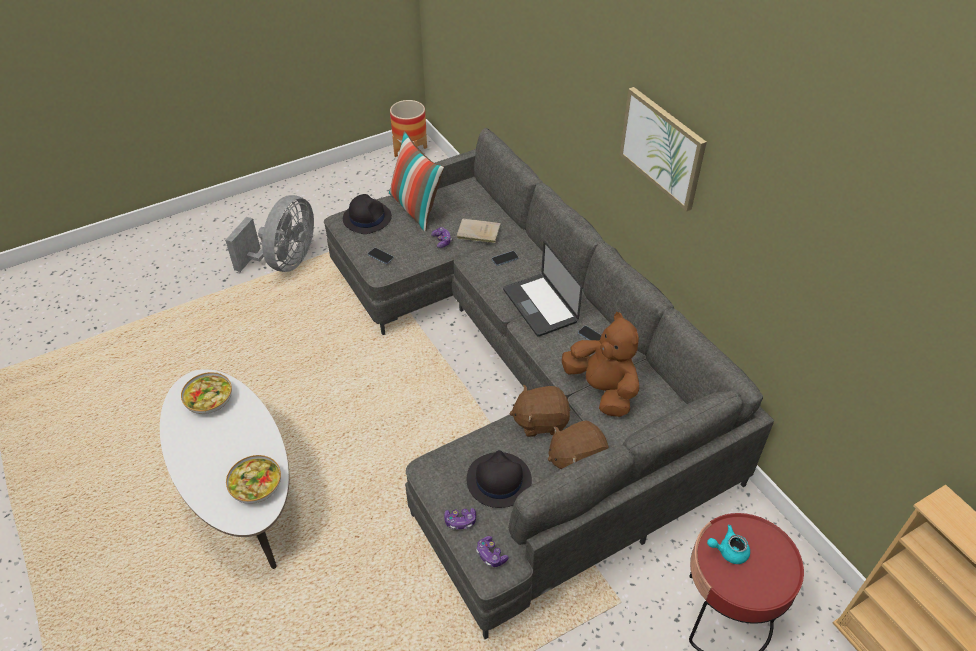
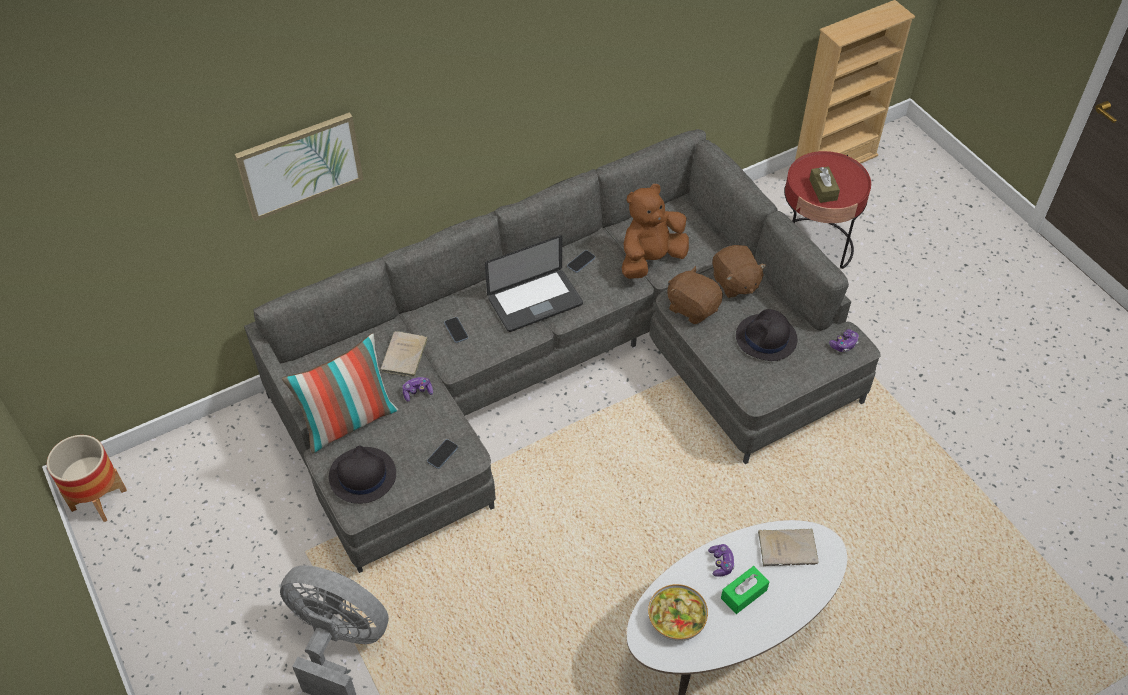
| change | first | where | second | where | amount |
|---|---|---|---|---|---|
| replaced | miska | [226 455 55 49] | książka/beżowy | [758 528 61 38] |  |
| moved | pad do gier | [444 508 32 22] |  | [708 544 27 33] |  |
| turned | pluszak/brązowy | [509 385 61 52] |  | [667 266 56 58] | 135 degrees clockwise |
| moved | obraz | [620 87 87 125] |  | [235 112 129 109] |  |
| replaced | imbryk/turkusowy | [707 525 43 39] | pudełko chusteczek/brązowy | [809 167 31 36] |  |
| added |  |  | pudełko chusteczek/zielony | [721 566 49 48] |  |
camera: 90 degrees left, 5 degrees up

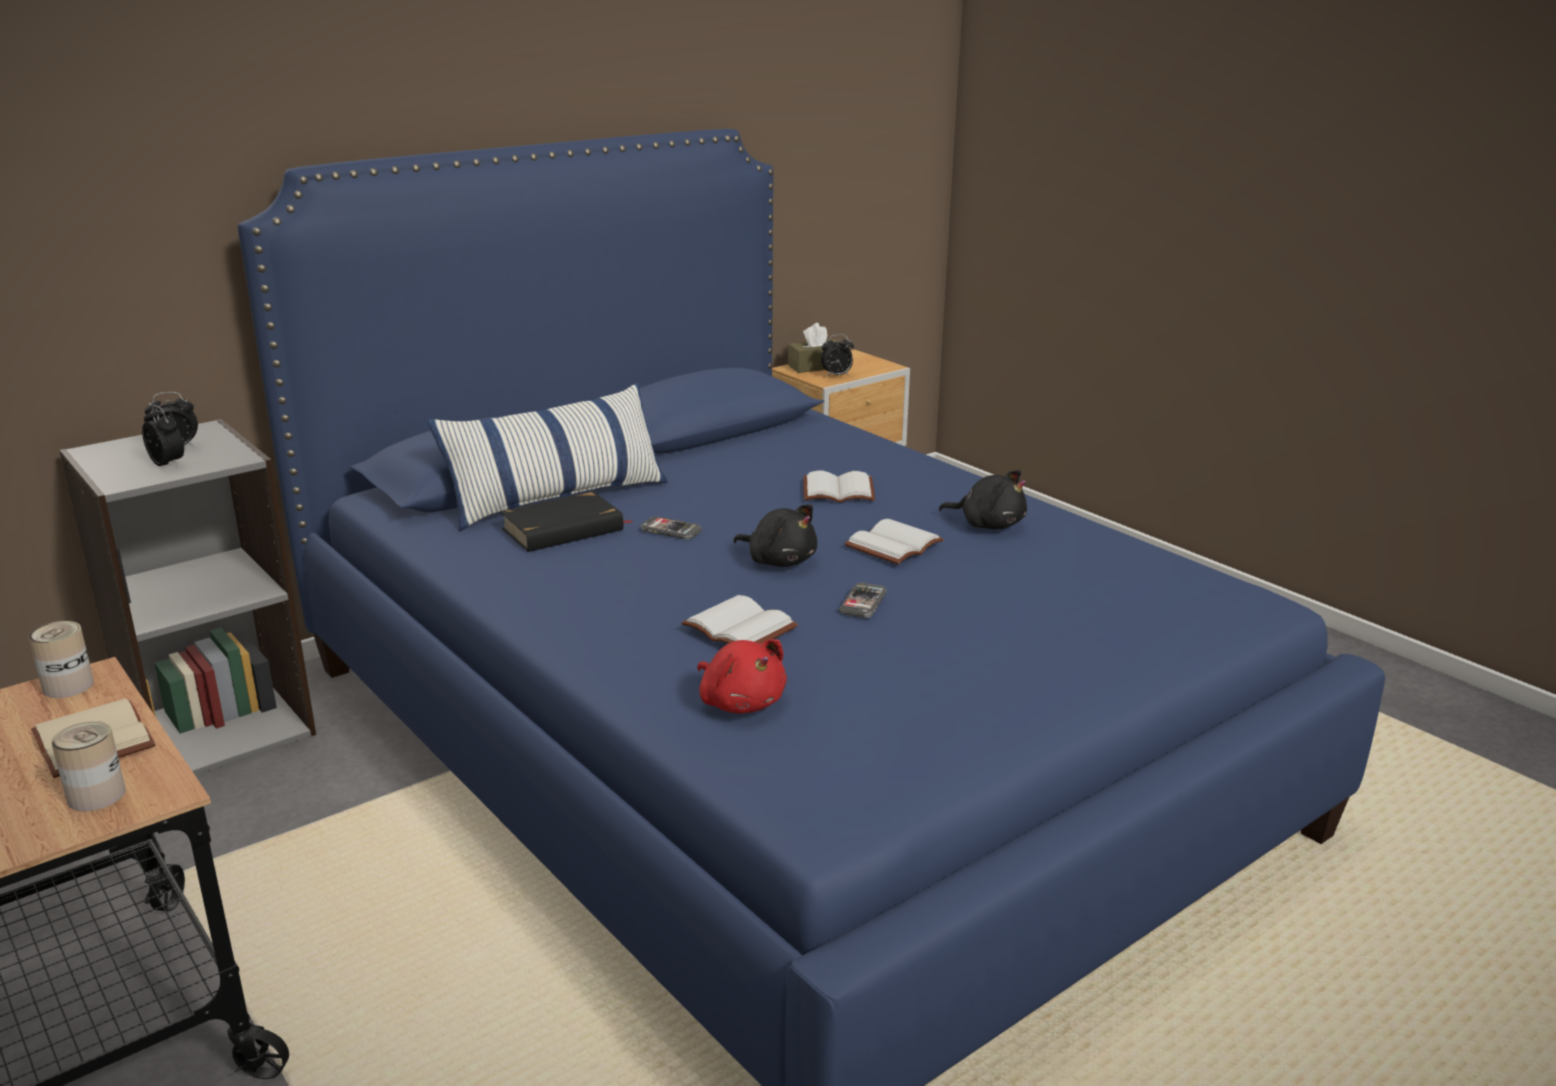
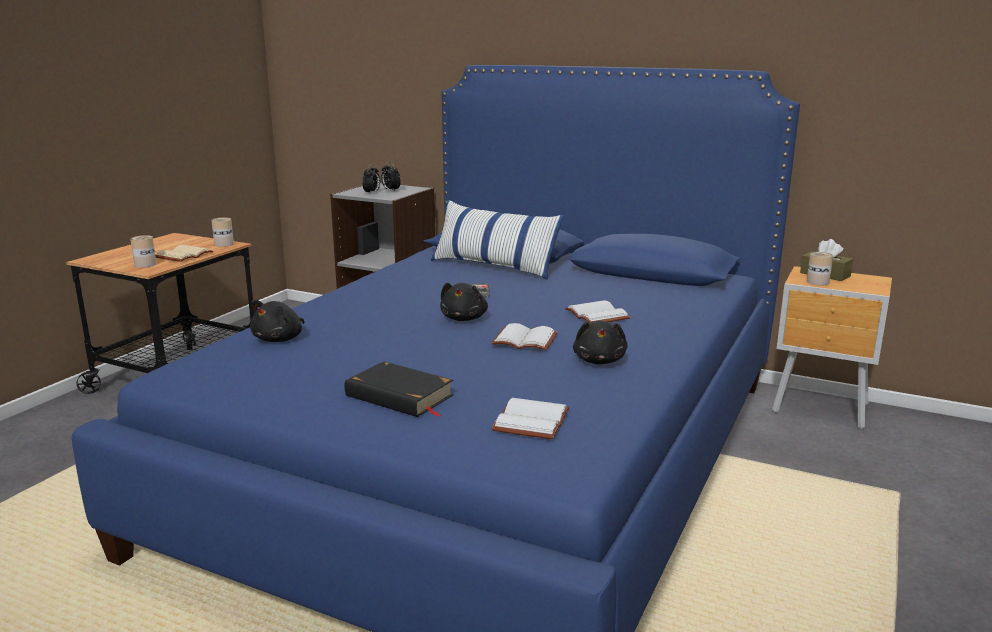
| change | first | where | second | where | amount |
|---|---|---|---|---|---|
| moved | książka/czarny | [500 491 132 61] |  | [345 361 109 56] |  |
| moved | książka/biały | [681 595 117 49] |  | [491 398 78 41] |  |
| recoloured | pluszak/czerwony | [697 639 90 74] | pluszak/czarny | [250 300 54 42] |  |
| replaced | budzik | [821 334 33 43] | puszka | [807 252 26 33] |  |
| removed | telefon | [839 583 48 35] |  |  |  |
camera: 65 degrees right, 5 degrees down

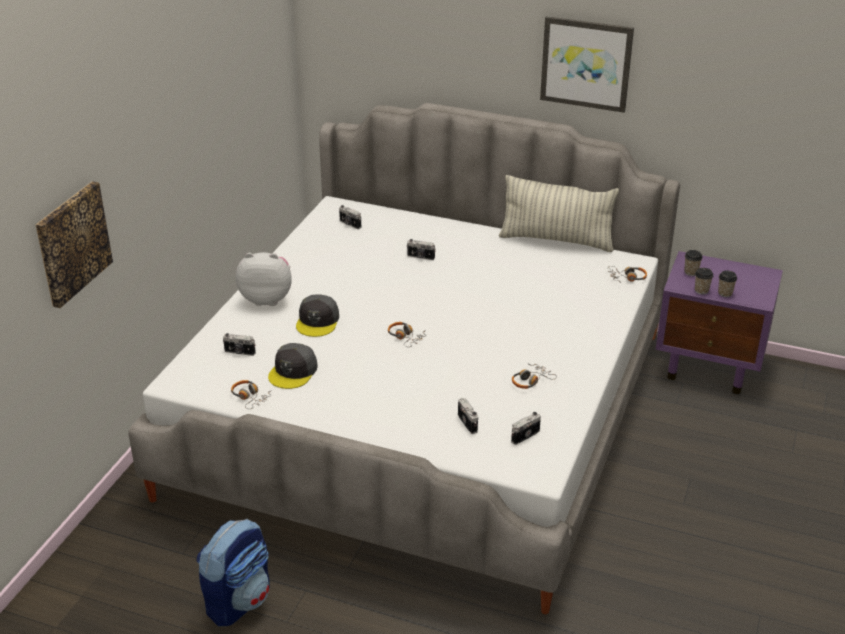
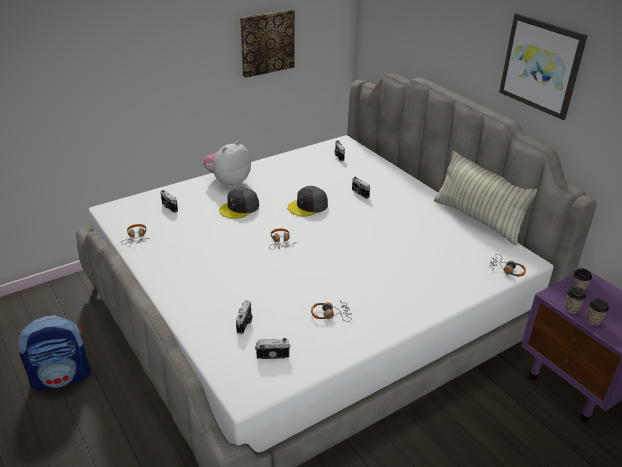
| change | first | where | second | where | amount |
|---|---|---|---|---|---|
| moved | obraz | [36 181 77 127] |  | [240 9 55 69] |  |
| turned | pluszak | [236 252 56 54] |  | [203 141 48 47] | 90 degrees counterclockwise |
| moved | czapka z daszkiem/szary | [268 343 50 46] |  | [287 186 41 30] |  |
camera: 35 degrees right, 0 degrees up

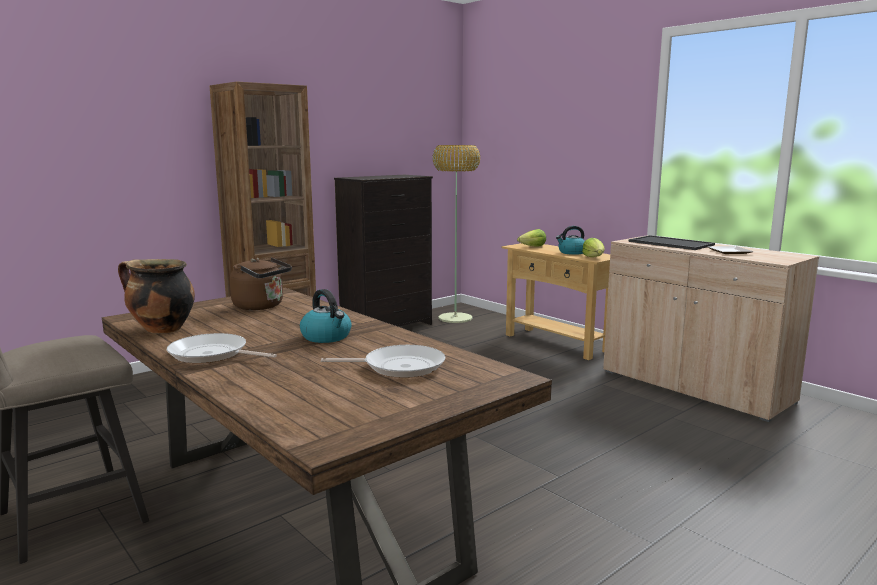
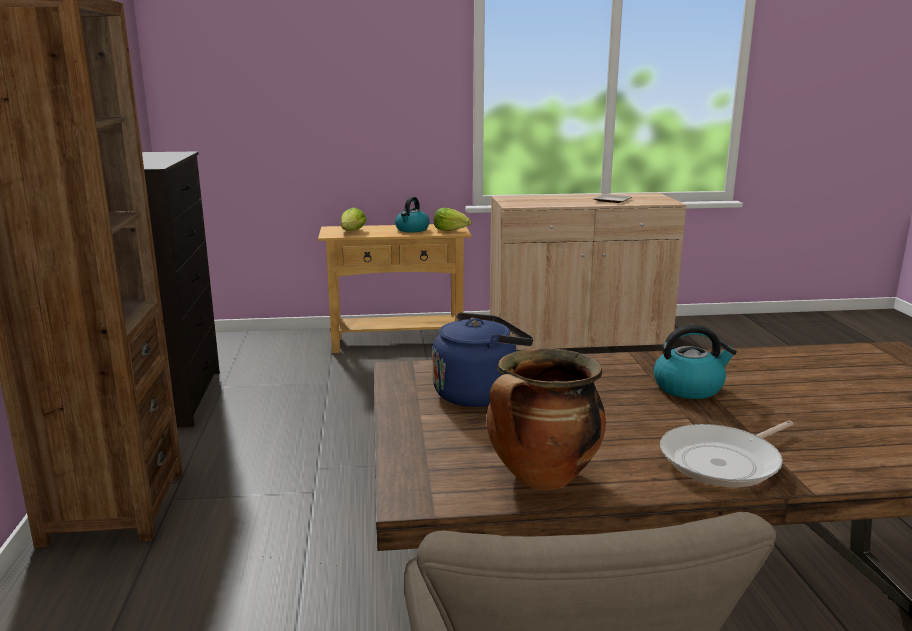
| change | first | where | second | where | amount |
|---|---|---|---|---|---|
| recoloured | czajnik/brązowy | [230 257 62 53] | czajnik/niebieski | [432 313 101 94] |  |
| removed | patelnia | [321 345 124 33] |  |  |  |
| removed | lampa stojąca | [433 145 47 178] |  |  |  |
| removed | taca | [629 235 86 15] |  |  |  |
camera: 55 degrees left, 5 degrees up

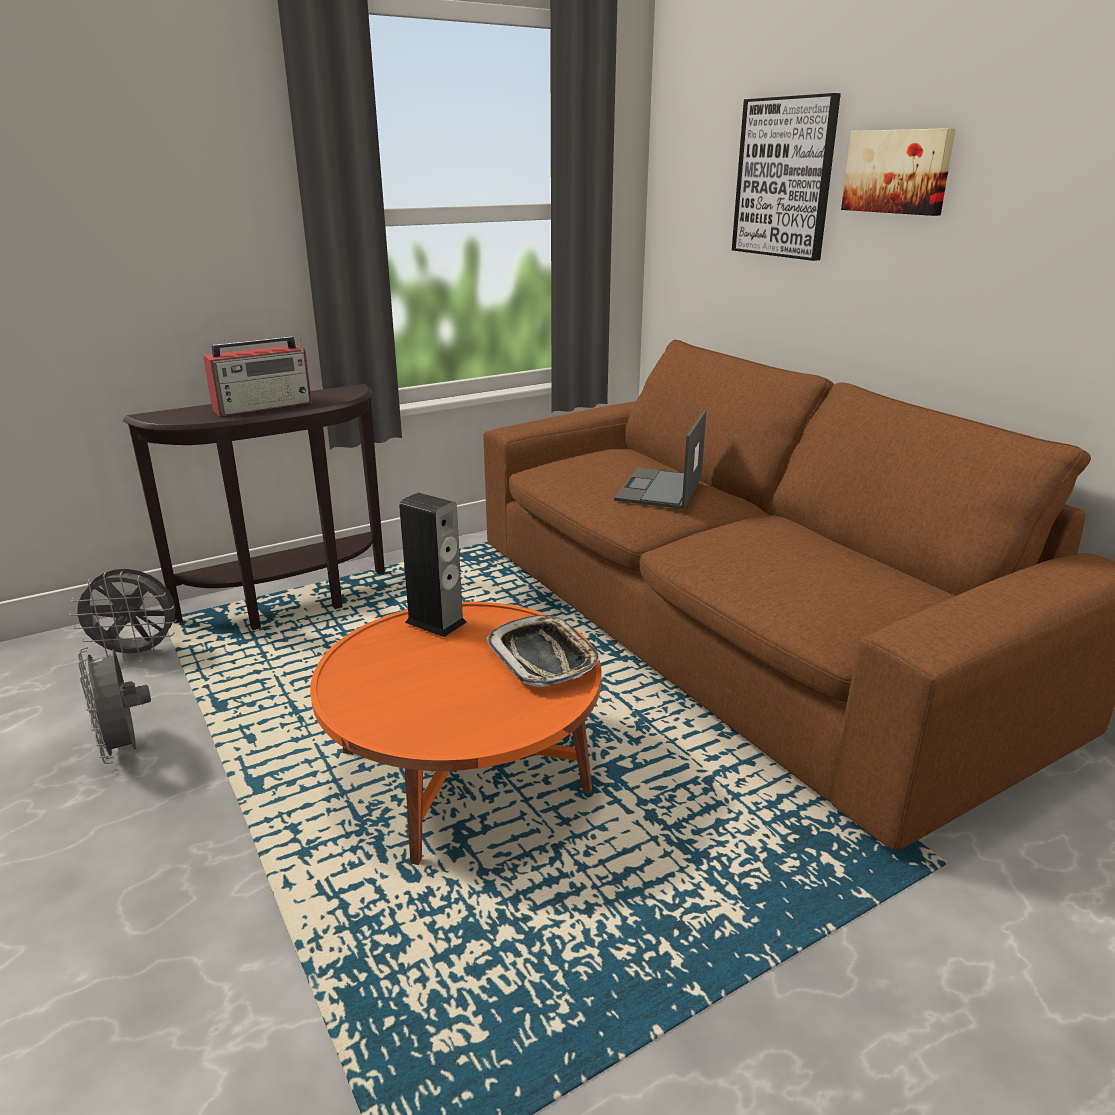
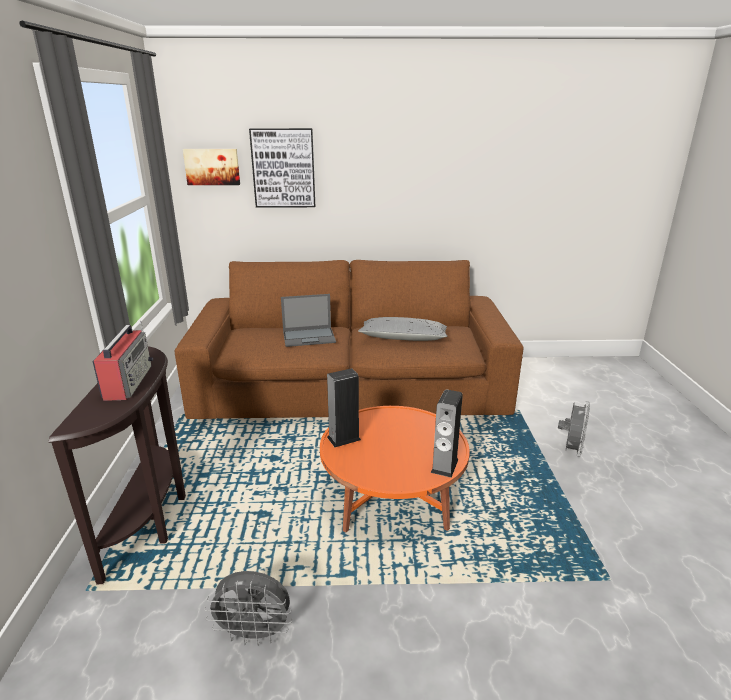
| change | first | where | second | where | amount |
|---|---|---|---|---|---|
| moved | wentylator/szary | [69 569 108 92] |  | [558 401 32 56] |  |
| removed | taca | [486 615 117 72] |  |  |  |
| turned | laptop | [614 410 92 99] |  | [281 294 55 53] | 60 degrees counterclockwise |
| moved | obraz | [841 128 115 88] |  | [183 149 57 36] |  |
| added |  |  | poduszka/szary | [358 317 89 24] |  |
| added |  |  | głośnik | [431 389 32 89] |  |
camera: 60 degrees left, 0 degrees up

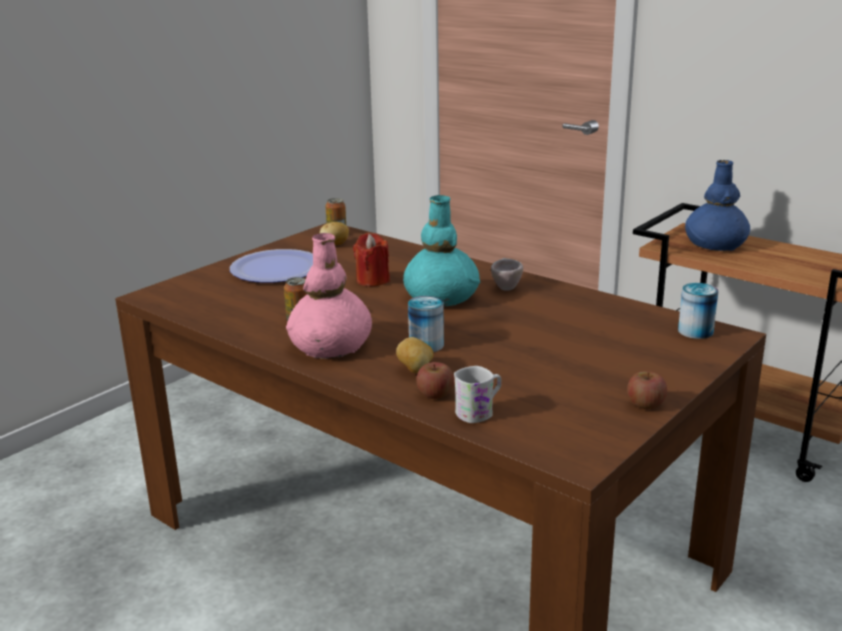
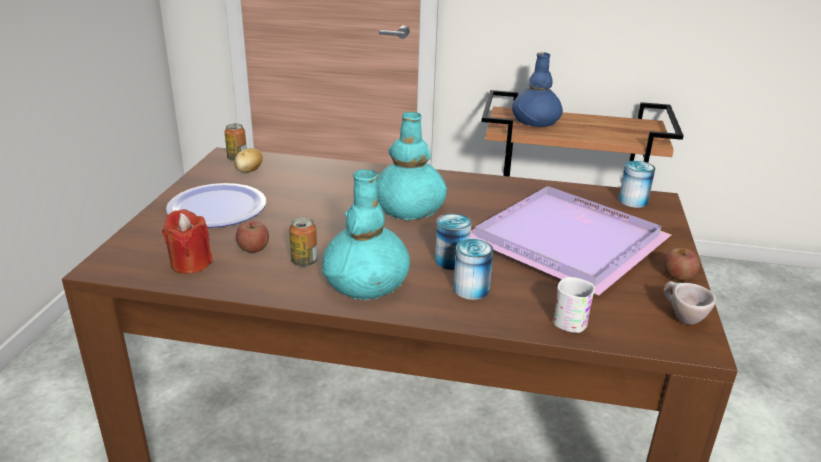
| change | first | where | second | where | amount |
|---|---|---|---|---|---|
| recoloured | wazon/różowy | [286 233 86 126] | wazon/turkusowy | [322 169 88 132] |  |
| moved | świeca/czerwony | [353 233 37 54] |  | [162 209 51 65] |  |
| replaced | ziemniak | [396 337 38 36] | puszka | [453 239 40 61] |  |
| moved | jabłko | [417 362 37 37] |  | [236 221 33 32] |  |
| moved | filiżanka/beżowy | [491 258 32 33] |  | [664 281 52 44] |  |
| added |  |  | taca/fioletowy | [470 186 201 109] |  |
camera: 30 degrees left, 5 degrees up

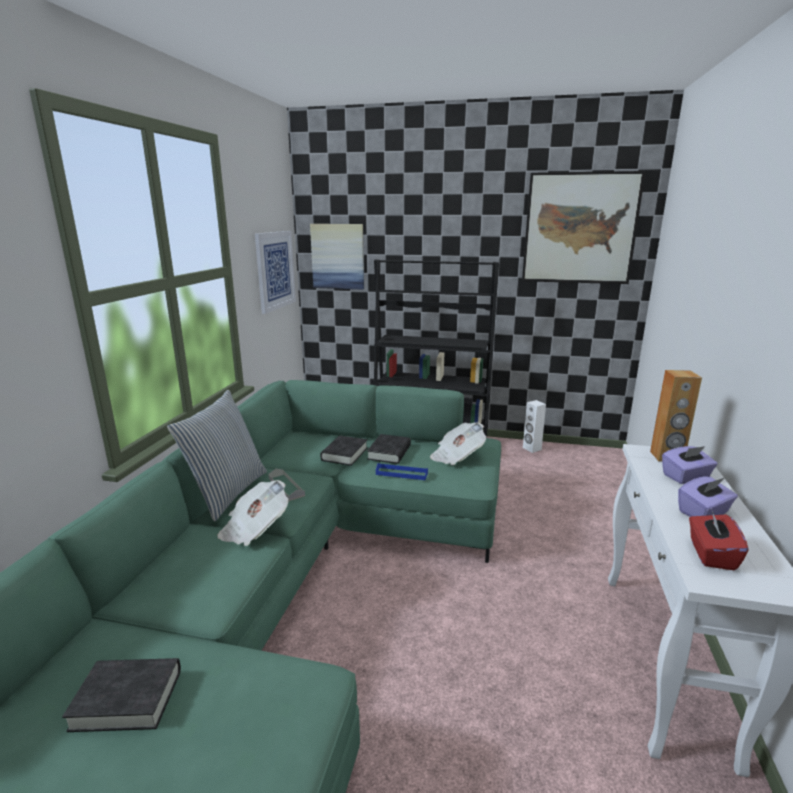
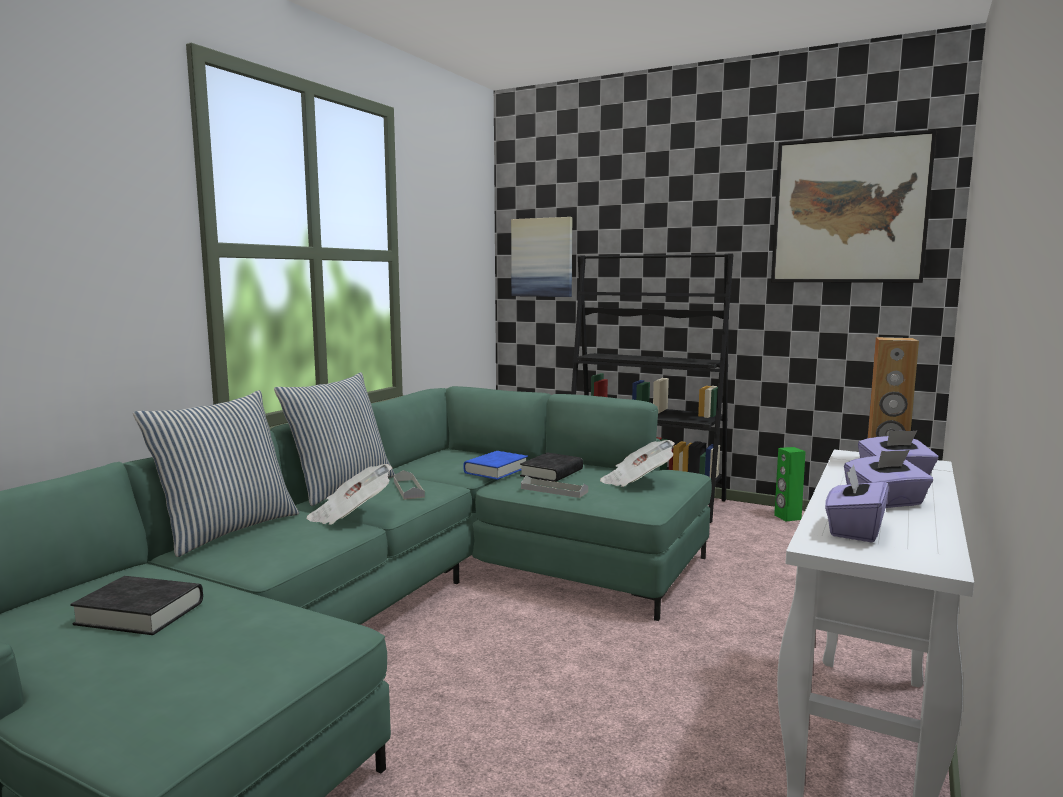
| change | first | where | second | where | amount |
|---|---|---|---|---|---|
| removed | obraz | [255 231 41 83] |  |  |  |
| recoloured | książka/czarny | [320 436 48 30] | książka/niebieski | [463 451 65 29] |  |
| recoloured | taca/niebieski | [376 463 52 17] | taca/szary | [521 476 67 22] |  |
| recoloured | głośnik/biały | [523 400 23 53] | głośnik/zielony | [774 447 32 74] |  |
| recoloured | pudełko chusteczek/czerwony | [689 508 60 62] | pudełko chusteczek/fioletowy | [825 464 64 78] |  |
| added |  |  | poduszka | [133 390 166 167] |  |
camera: 15 degrees right, 10 degrees down

